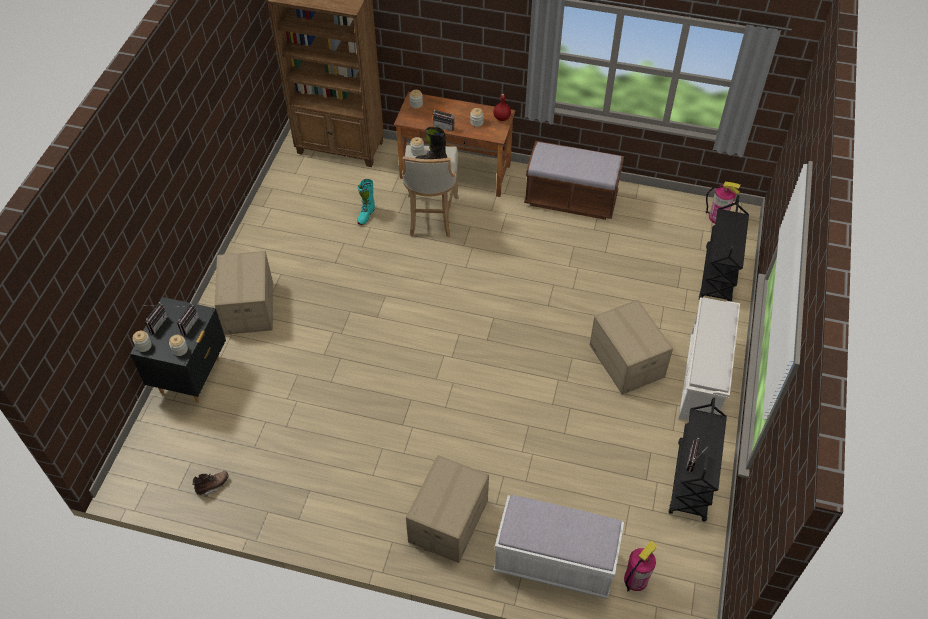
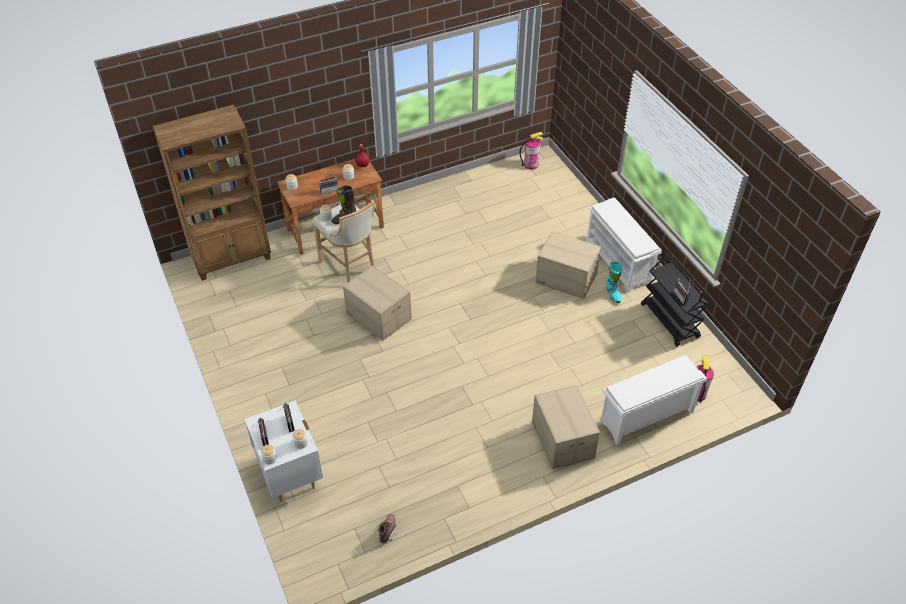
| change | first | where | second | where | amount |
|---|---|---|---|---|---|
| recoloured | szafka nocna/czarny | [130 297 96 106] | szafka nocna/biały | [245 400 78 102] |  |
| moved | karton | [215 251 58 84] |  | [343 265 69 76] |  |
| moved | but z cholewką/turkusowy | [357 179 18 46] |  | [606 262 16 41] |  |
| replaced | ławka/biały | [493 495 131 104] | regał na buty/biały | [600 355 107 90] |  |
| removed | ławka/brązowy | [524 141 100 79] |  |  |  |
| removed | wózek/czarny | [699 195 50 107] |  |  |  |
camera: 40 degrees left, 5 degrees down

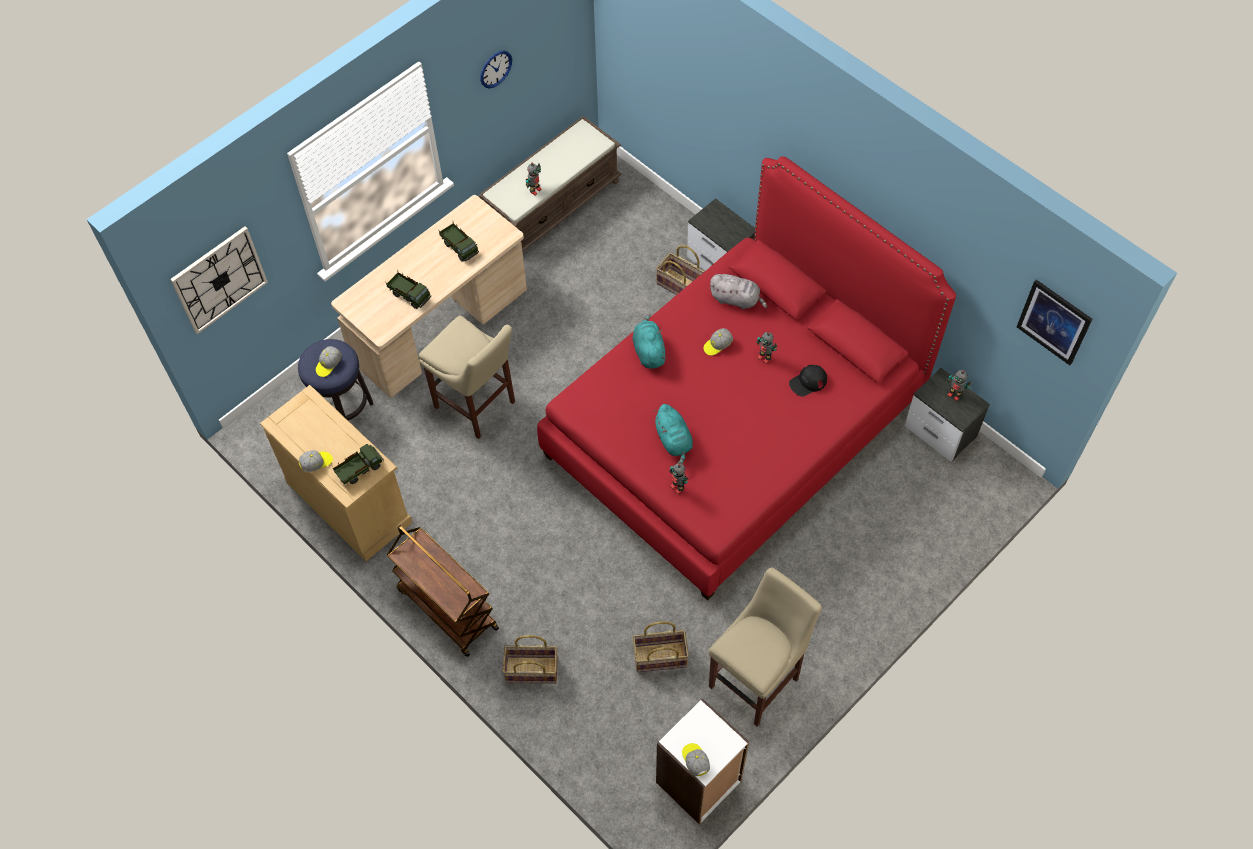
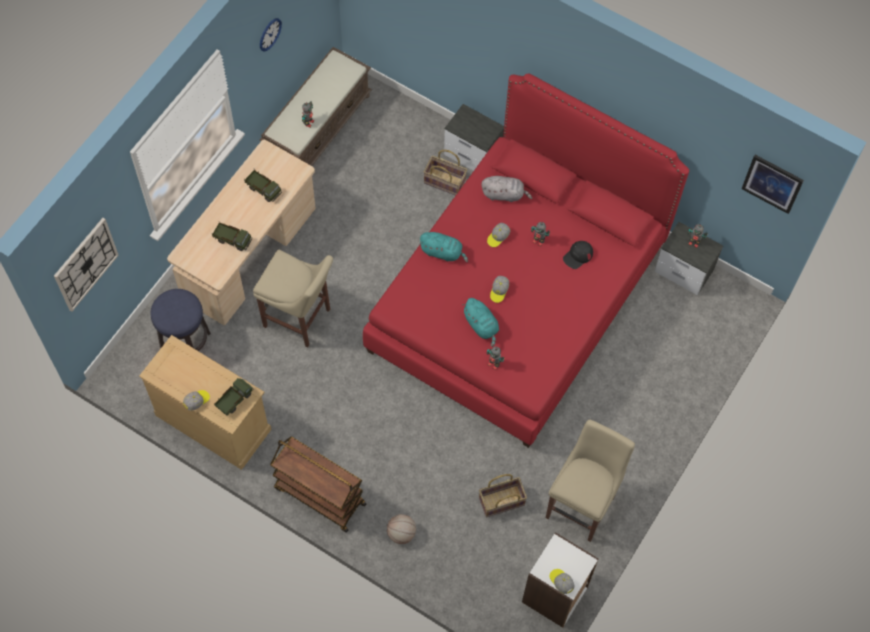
| change | first | where | second | where | amount |
|---|---|---|---|---|---|
| moved | czapka z daszkiem | [316 346 26 31] |  | [490 276 19 27] |  |
| replaced | koszyk | [503 635 55 49] | piłka do koszykówki | [387 514 29 30] |  |
| turned | pluszak/turkusowy | [632 314 34 55] |  | [419 232 49 30] | 135 degrees clockwise |
camera: 15 degrees left, 5 degrees up

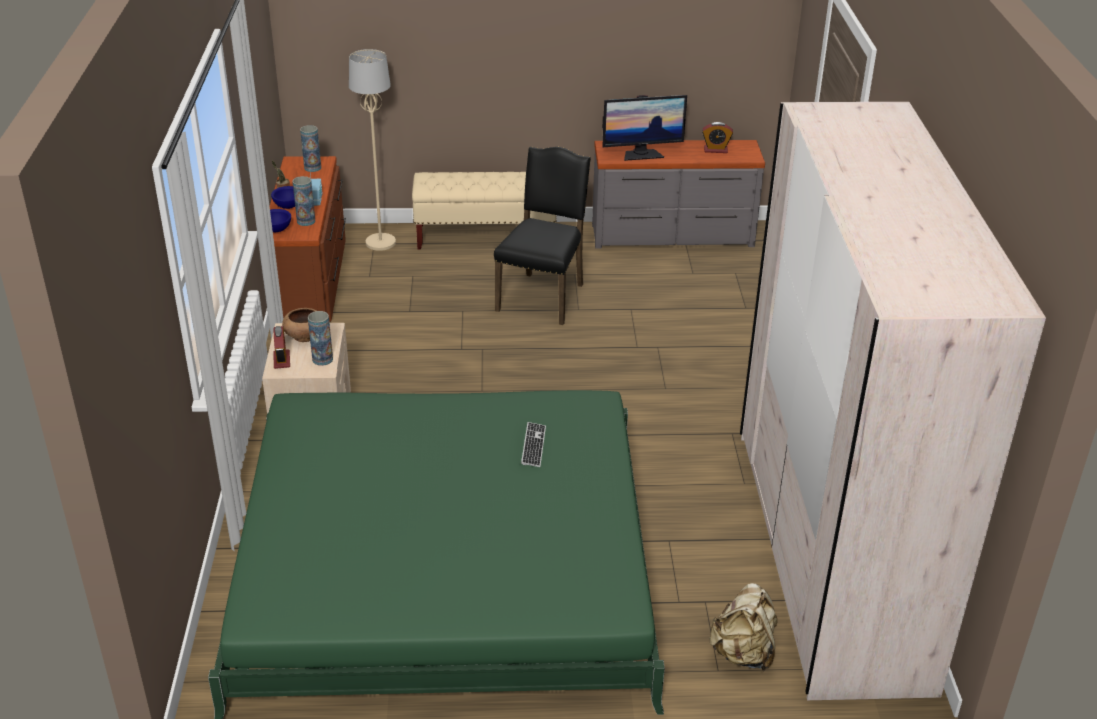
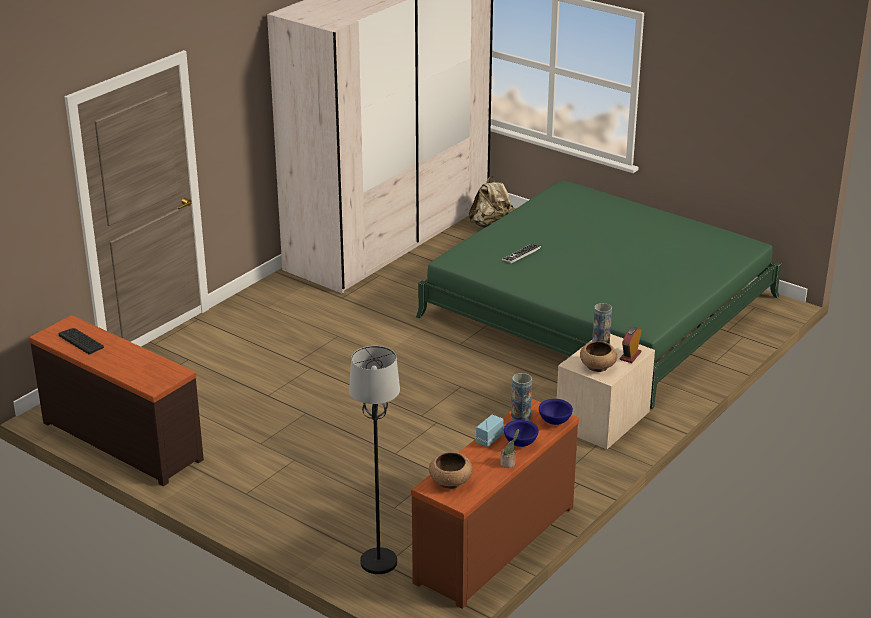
| change | first | where | second | where | amount |
|---|---|---|---|---|---|
| replaced | wazon | [300 125 21 47] | miska/brązowy | [429 452 44 37] |  |
| recoloured | lampa stojąca/beżowy | [349 49 47 202] | lampa stojąca/czarny | [349 346 51 228] |  |
| removed | ławka/beżowy | [412 172 145 78] |  |  |  |
| removed | krzesło/czarny | [494 147 97 178] |  |  |  |
| recoloured | komoda/szary | [592 140 173 109] | komoda/brązowy | [29 315 175 171] |  |
| removed | monitor | [602 95 85 66] |  |  |  |
| replaced | budzik | [702 122 31 31] | klawiatura | [59 328 45 26] |  |
camera: 140 degrees left, 5 degrees down

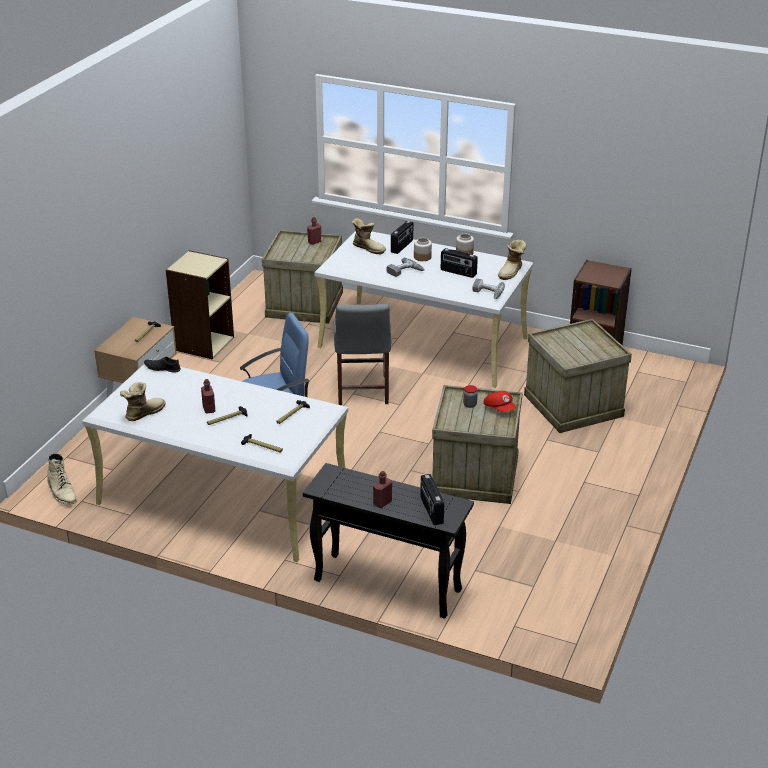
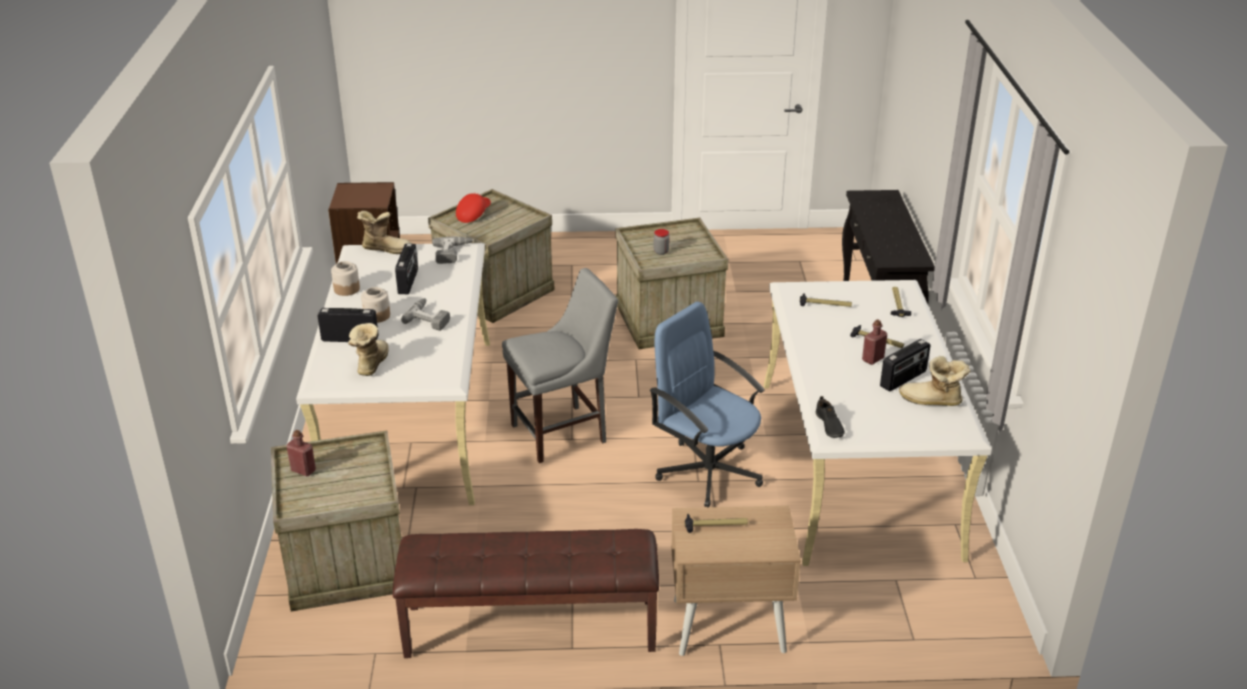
| change | first | where | second | where | amount |
|---|---|---|---|---|---|
| removed | but z cholewką/beżowy | [47 453 30 52] |  |  |  |
| replaced | regał/beżowy | [166 250 68 109] | ławka/brązowy | [393 529 266 129] |  |
| removed | butelka/czerwony | [373 471 19 37] |  |  |  |
| moved | radio | [420 474 24 51] |  | [880 339 50 53] |  |
| moved | czapka z daszkiem/czerwony | [483 391 33 21] |  | [456 193 35 30] |  |
camera: 115 degrees left, 0 degrees up

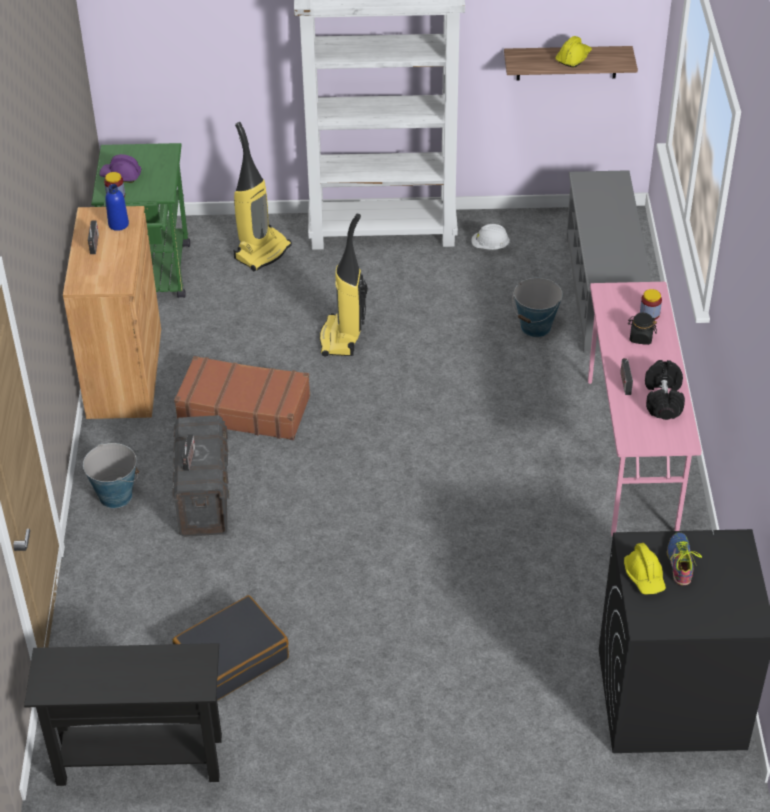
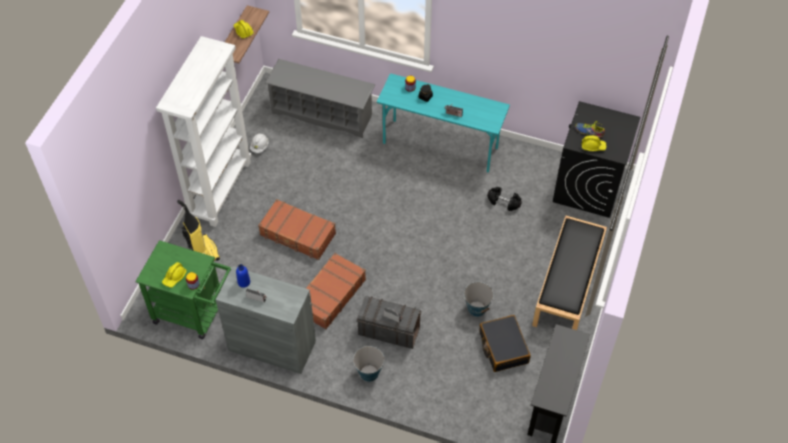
| change | first | where | second | where | amount |
|---|---|---|---|---|---|
| recoloured | szafka/brązowy | [63 206 98 213] | szafka/szary | [216 266 100 108] |  |
| recoloured | kask/fioletowy | [100 154 42 29] | kask/żółty | [162 262 25 26] |  |
| replaced | odkurzacz | [319 214 49 143] | walizka/brązowy | [258 199 78 61] |  |
| moved | wiadro | [512 278 51 59] |  | [464 282 30 35] |  |
| recoloured | biurko/różowy | [588 282 114 255] | biurko/turkusowy | [377 74 133 98] |  |
| moved | hantel/czarny | [645 360 40 60] |  | [487 187 35 24] |  |
| added |  |  | ławka/czarny | [532 216 75 114] |  |
camera: 70 degrees left, 10 degrees up

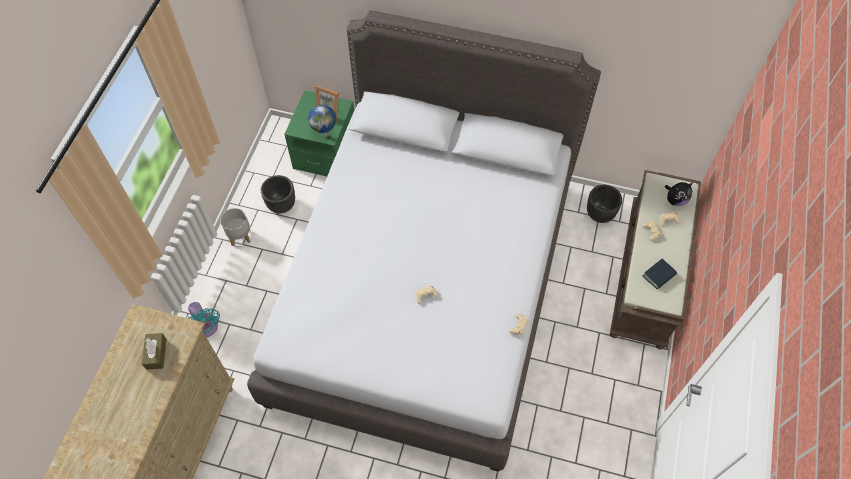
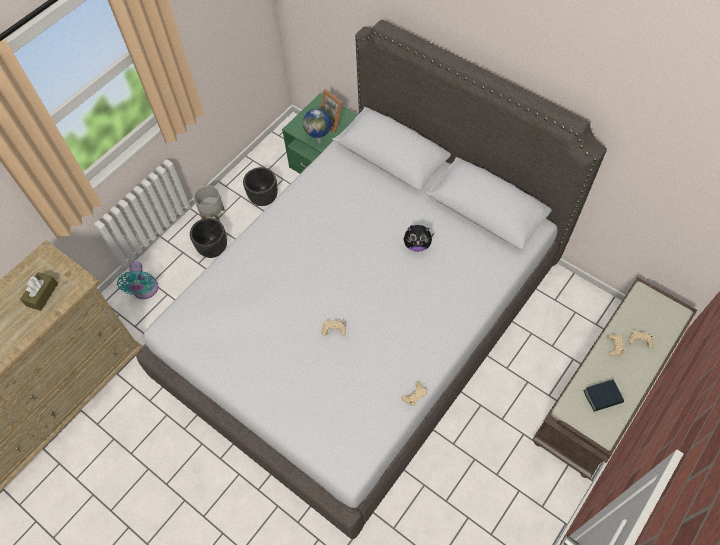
| change | first | where | second | where | amount |
|---|---|---|---|---|---|
| moved | donica/czarny | [587 185 35 38] |  | [190 218 37 40] |  |
| moved | pluszak | [665 182 28 24] |  | [404 225 30 27] |  |
camera: 25 degrees right, 0 degrees up

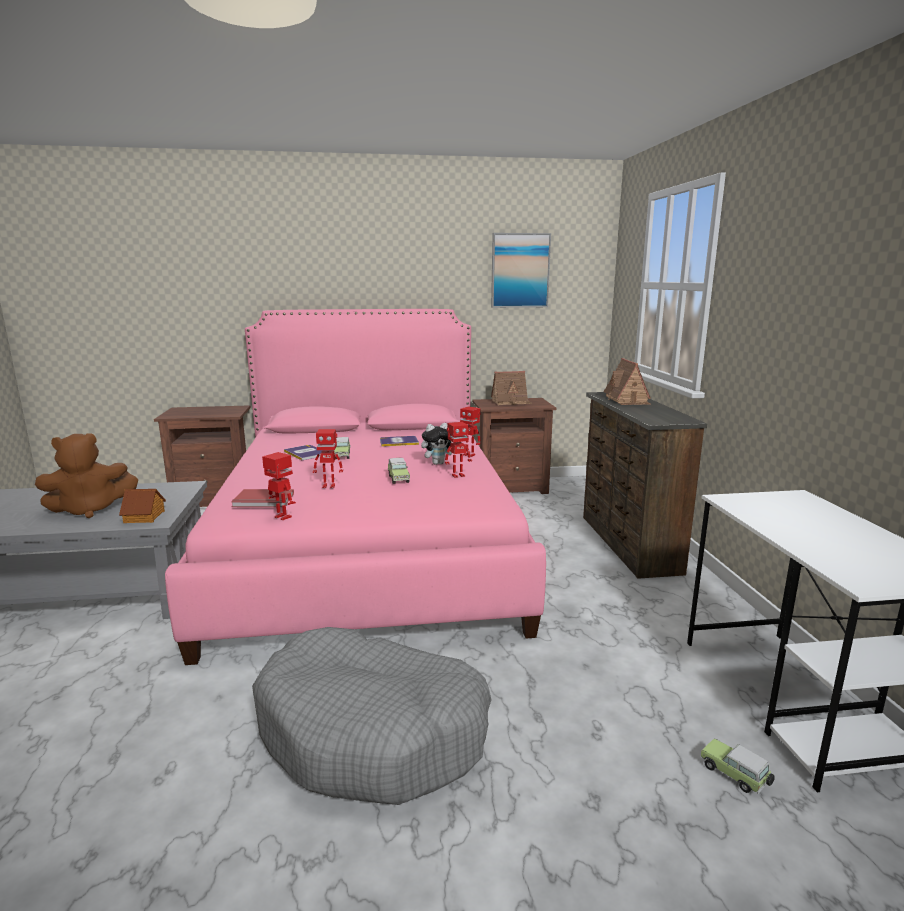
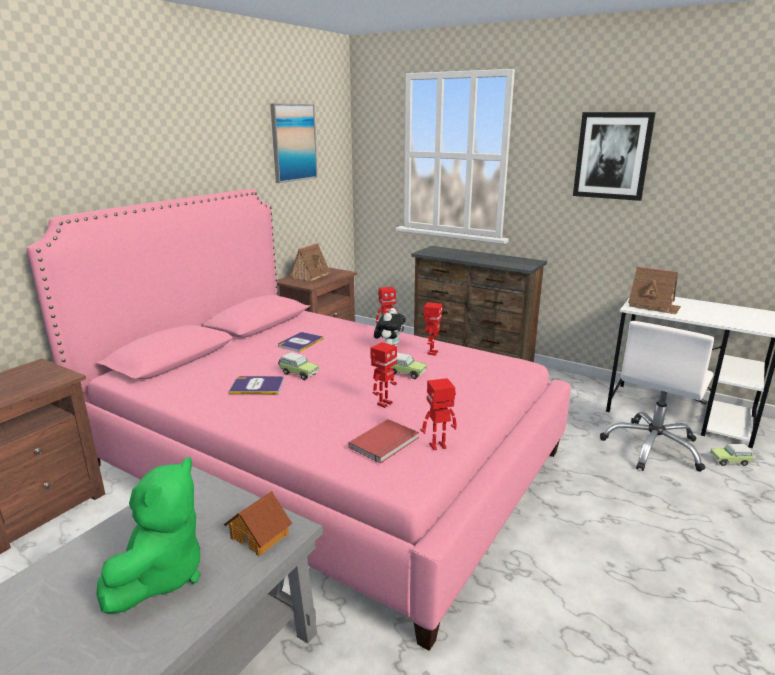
| change | first | where | second | where | amount |
|---|---|---|---|---|---|
| recoloured | pluszak/brązowy | [35 433 103 85] | pluszak/zielony | [96 457 105 157] |  |
| removed | legowisko/szary | [252 627 240 178] |  |  |  |
| moved | domek | [604 358 47 47] |  | [628 266 53 48] |  |
| added |  |  | obraz | [573 112 83 89] |  |
| added |  |  | krzesło biurowe/biały | [600 321 114 151] |  |
camera: 50 degrees left, 5 degrees up

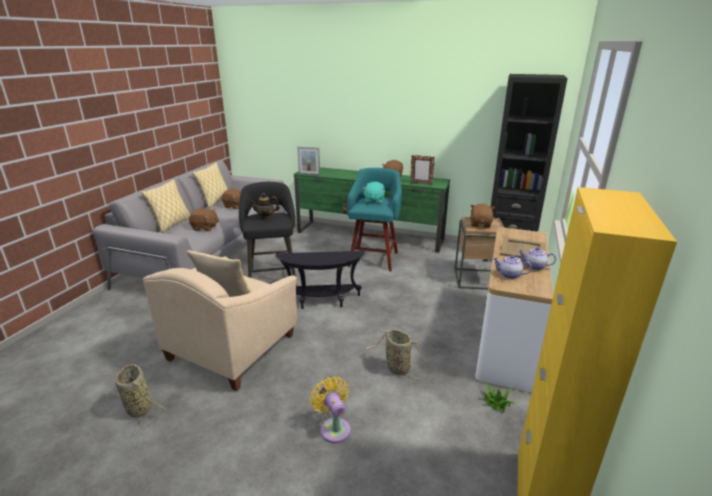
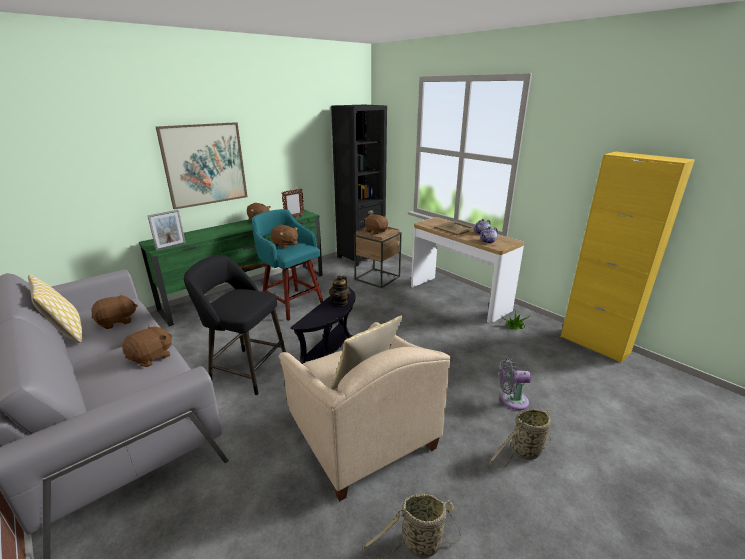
| change | first | where | second | where | amount |
|---|---|---|---|---|---|
| removed | poduszka | [141 179 49 54] |  |  |  |
| moved | imbryk | [250 193 30 27] |  | [329 275 22 31] |  |
| recoloured | wentylator/żółty | [310 376 41 67] | wentylator/szary | [499 358 32 52] |  |
| recoloured | pluszak/turkusowy | [363 181 22 23] | pluszak/brązowy | [270 225 28 24] |  |
| moved | koszyk | [363 329 64 50] |  | [489 409 62 61] |  |
| added |  |  | obraz | [156 122 91 88] |  |
camera: 60 degrees left, 0 degrees up

